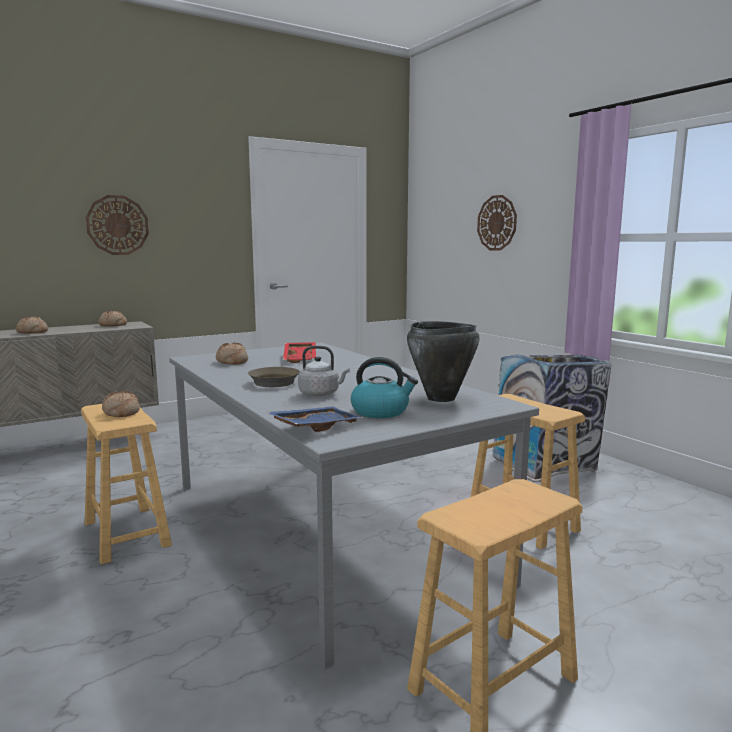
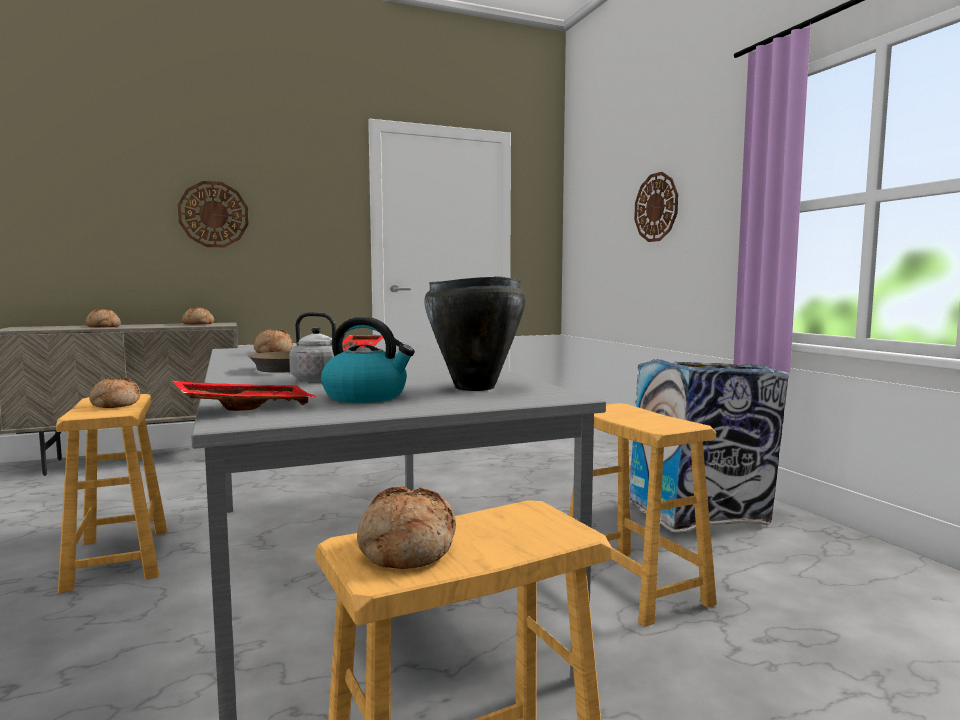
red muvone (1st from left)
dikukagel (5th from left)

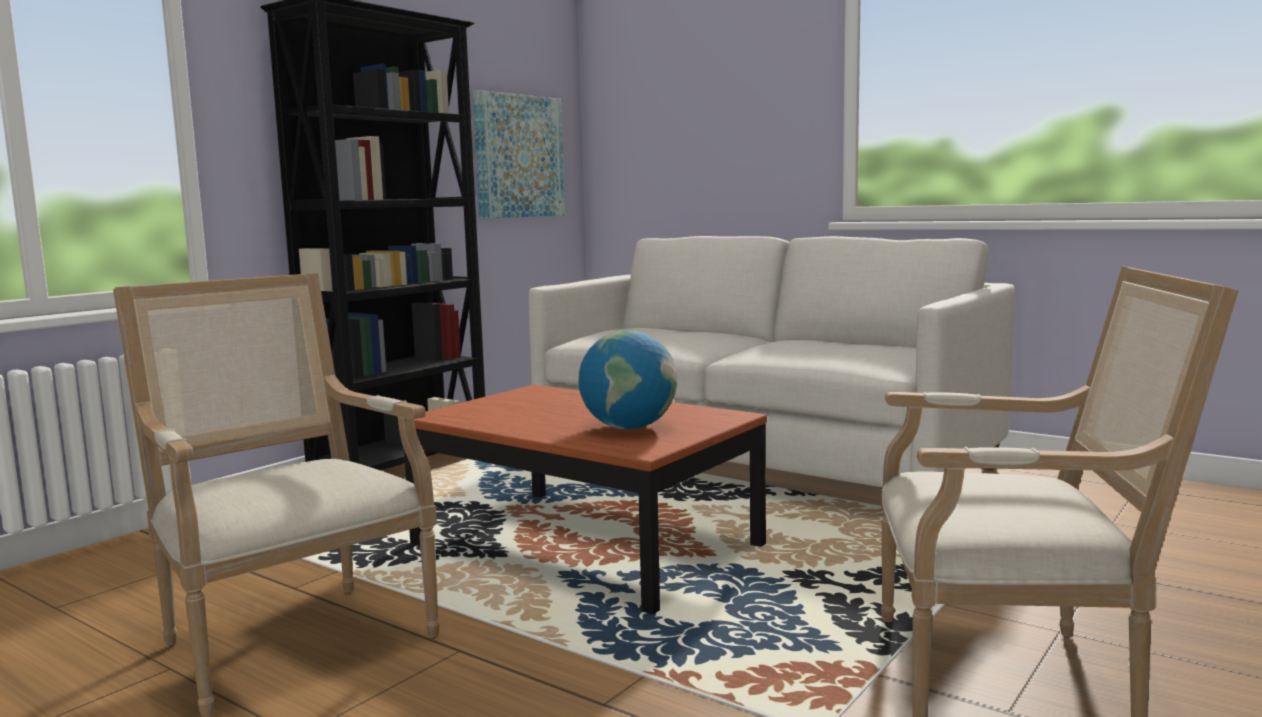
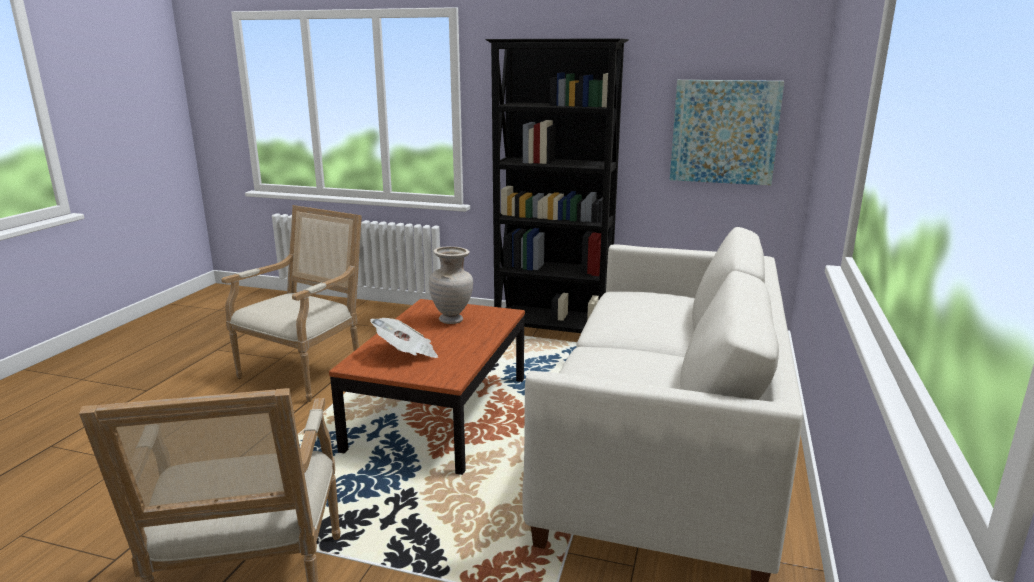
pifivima
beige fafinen

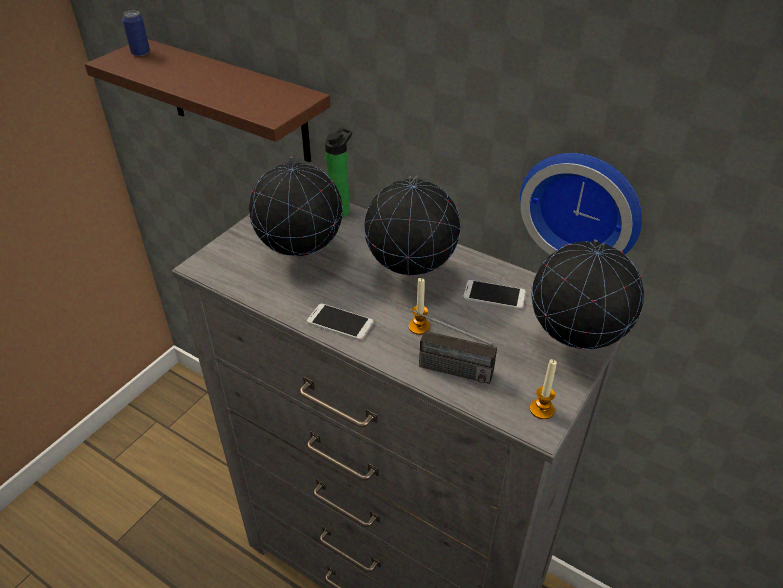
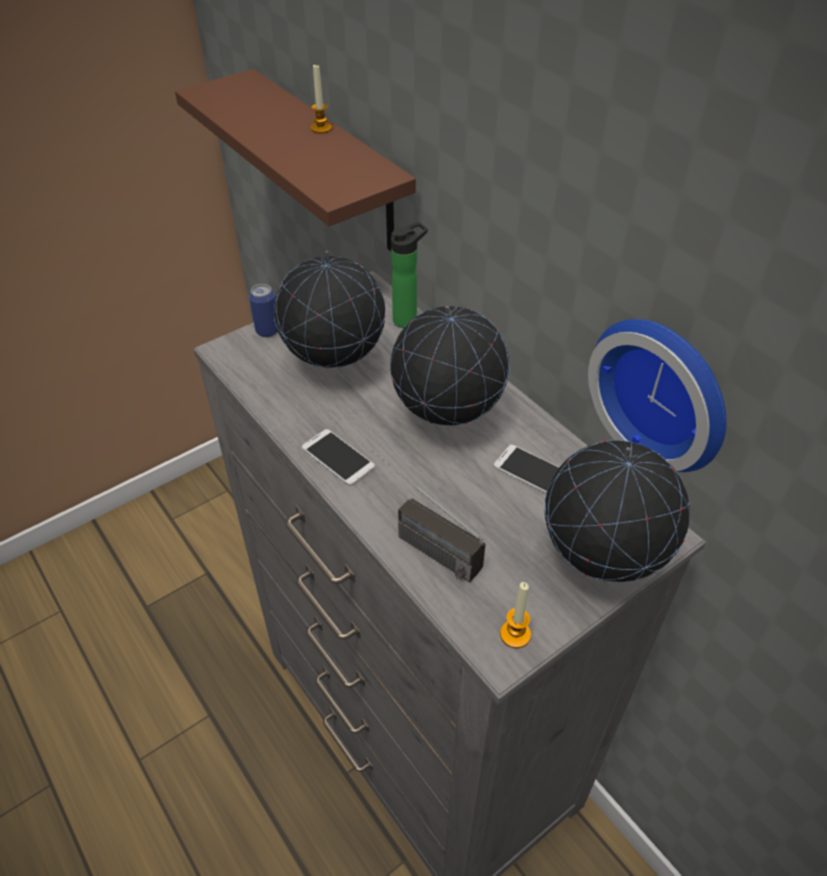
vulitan
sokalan (1st from left)

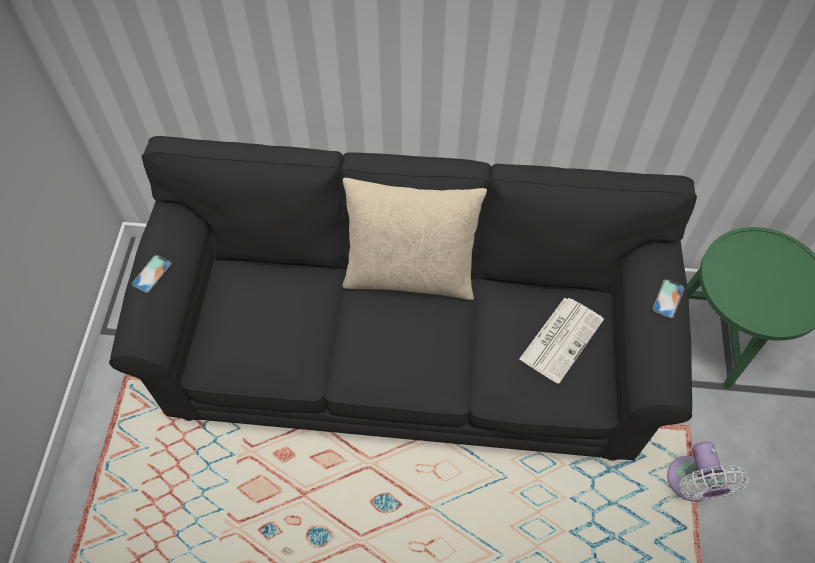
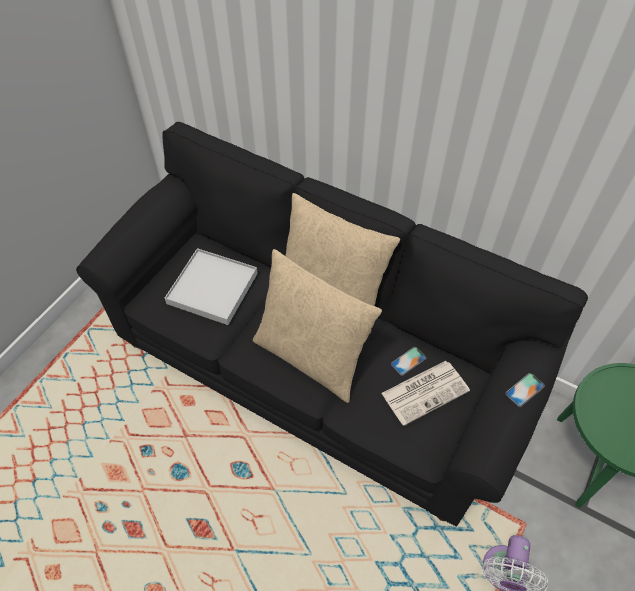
white muvone
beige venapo (1st from left)
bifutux (1st from left)

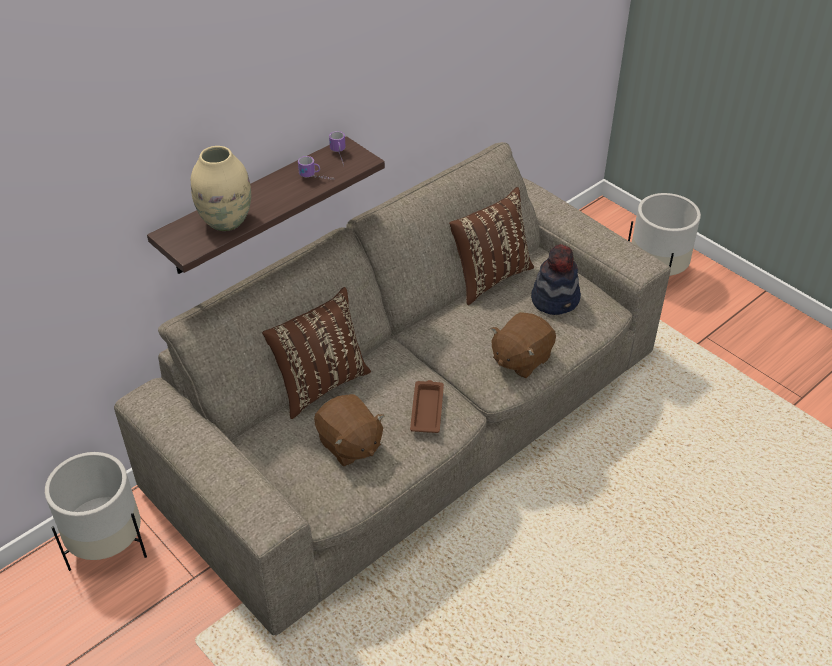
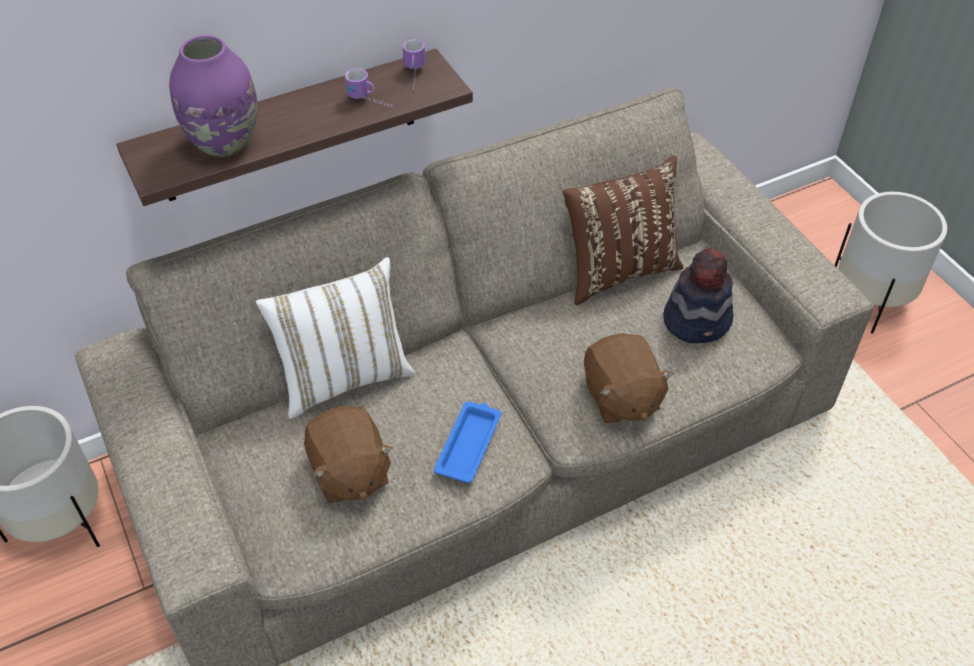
purple fafinen
white venapo
blue muvone
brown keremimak (2nd from left)

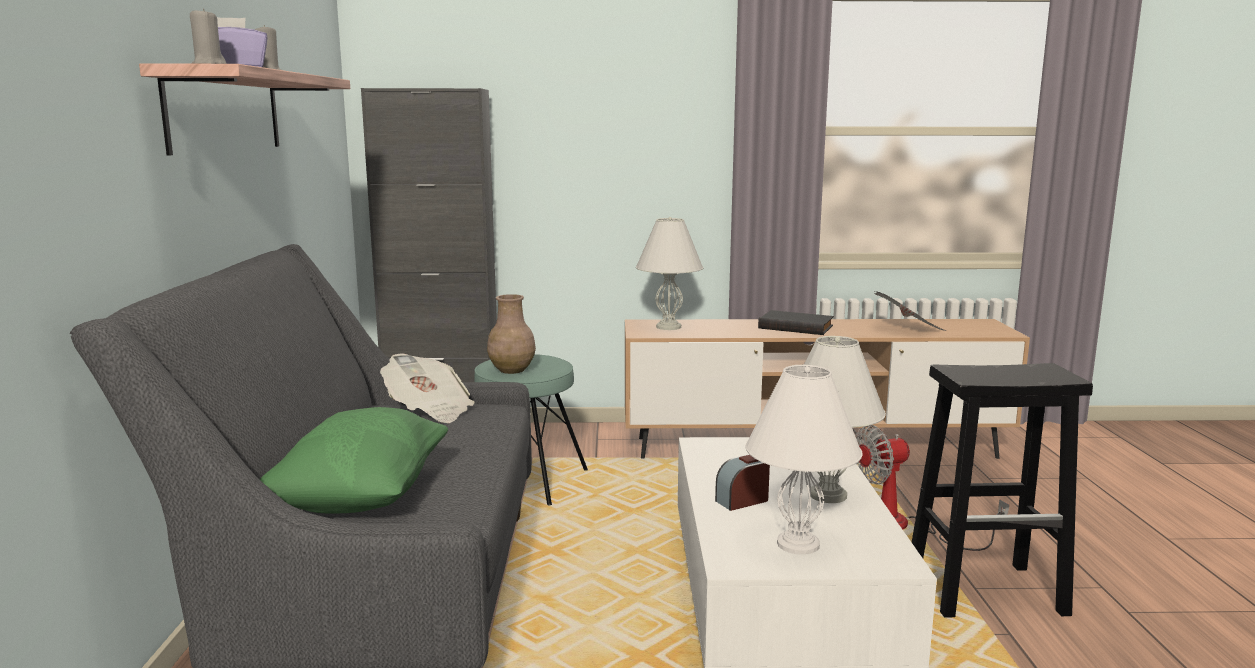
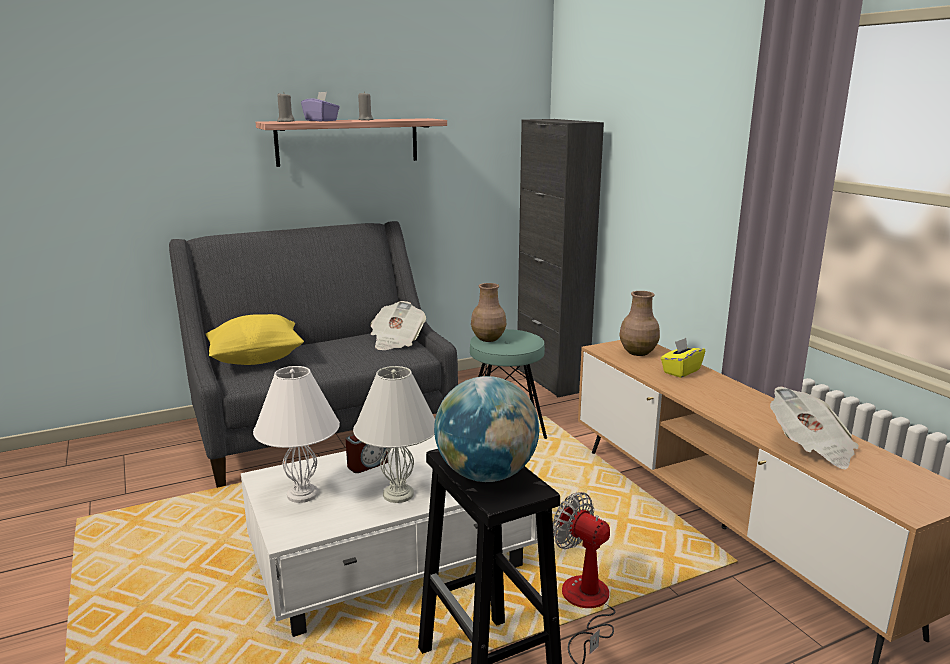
yellow venapo
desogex
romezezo
brown fafinen (2nd from left)
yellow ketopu
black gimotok

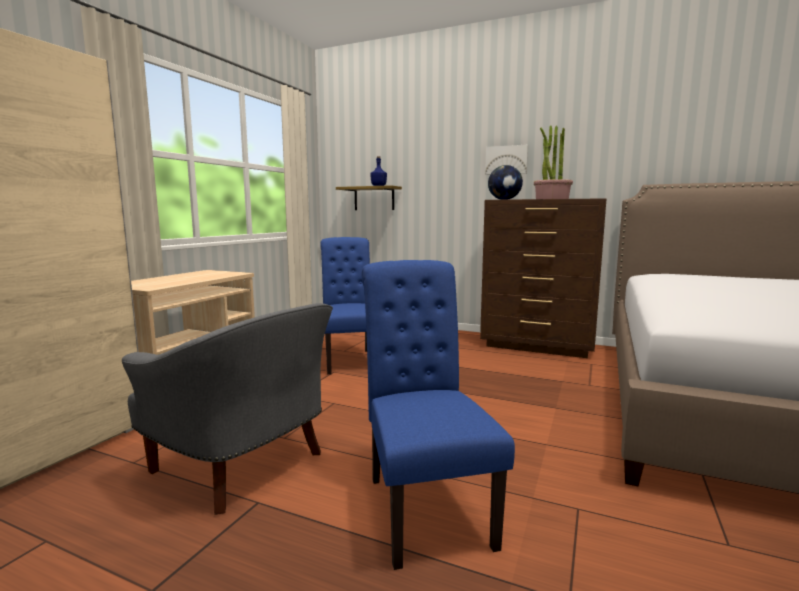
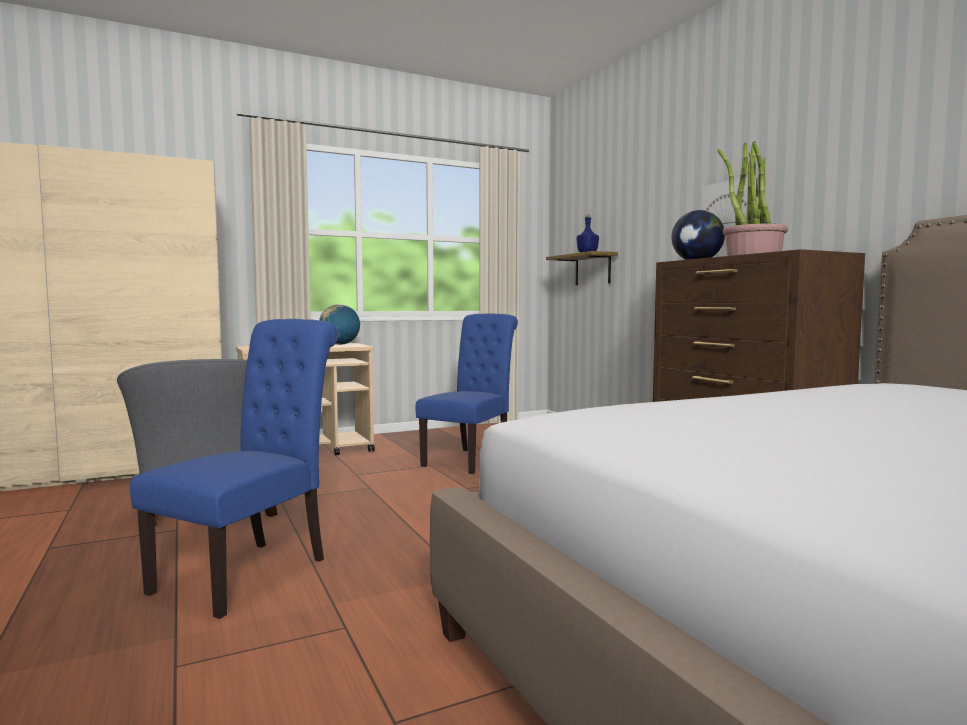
romezezo (1st from left)

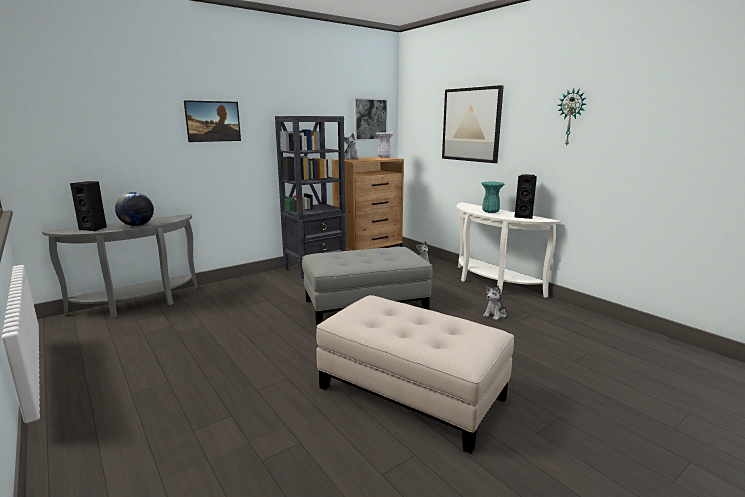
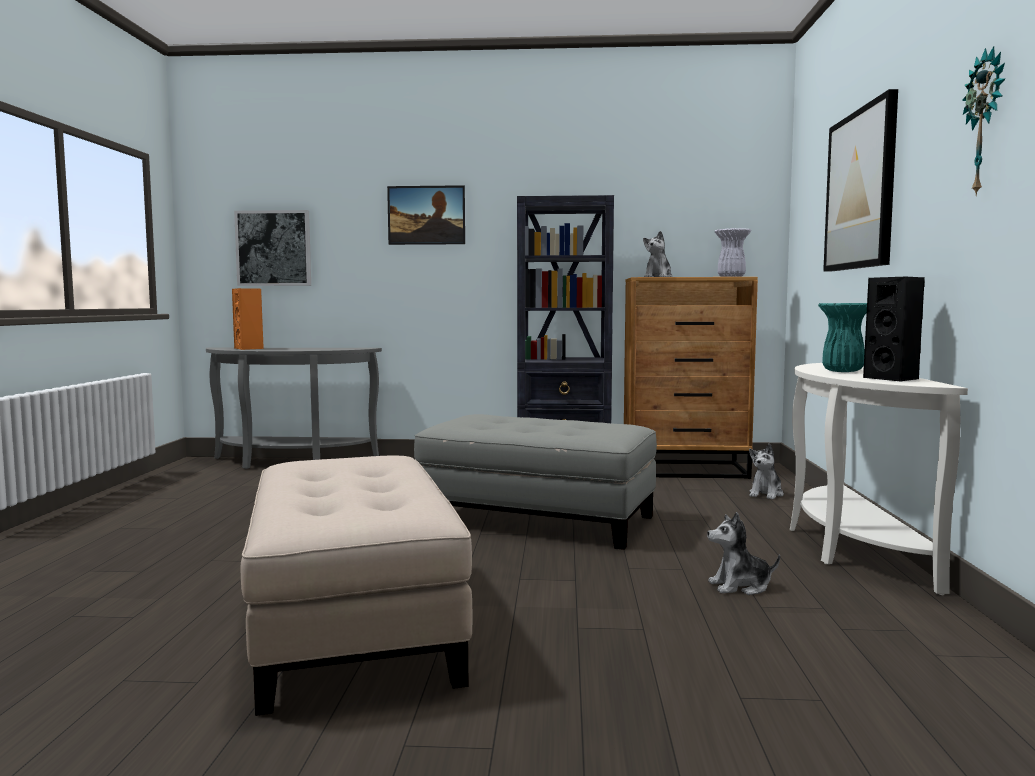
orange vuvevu
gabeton (1st from left)
romezezo

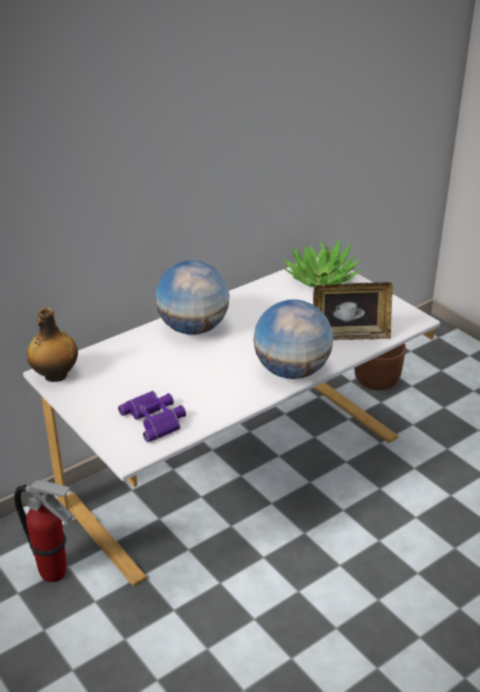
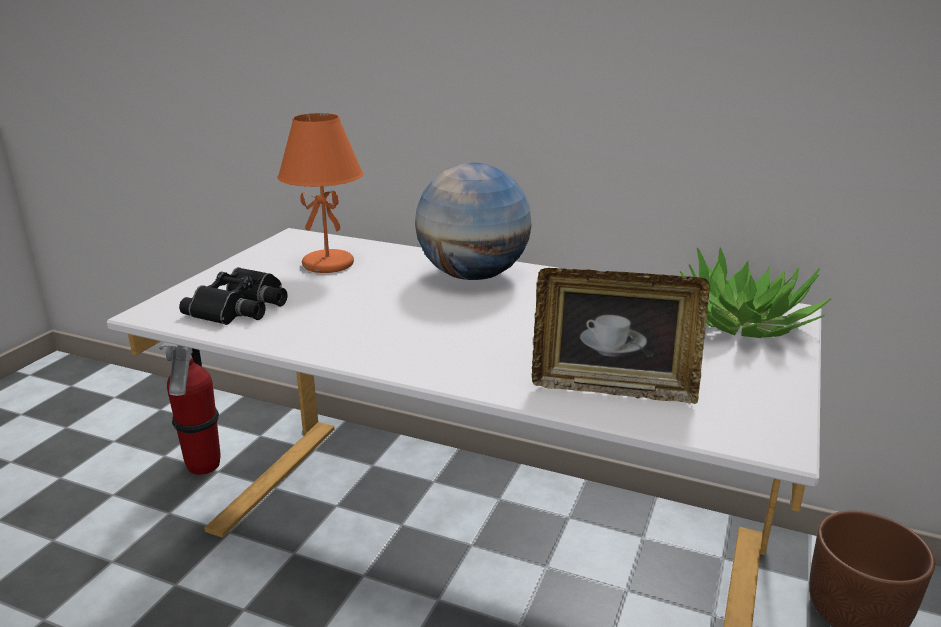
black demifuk
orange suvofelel
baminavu
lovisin
romezezo (2nd from left in the first image)

